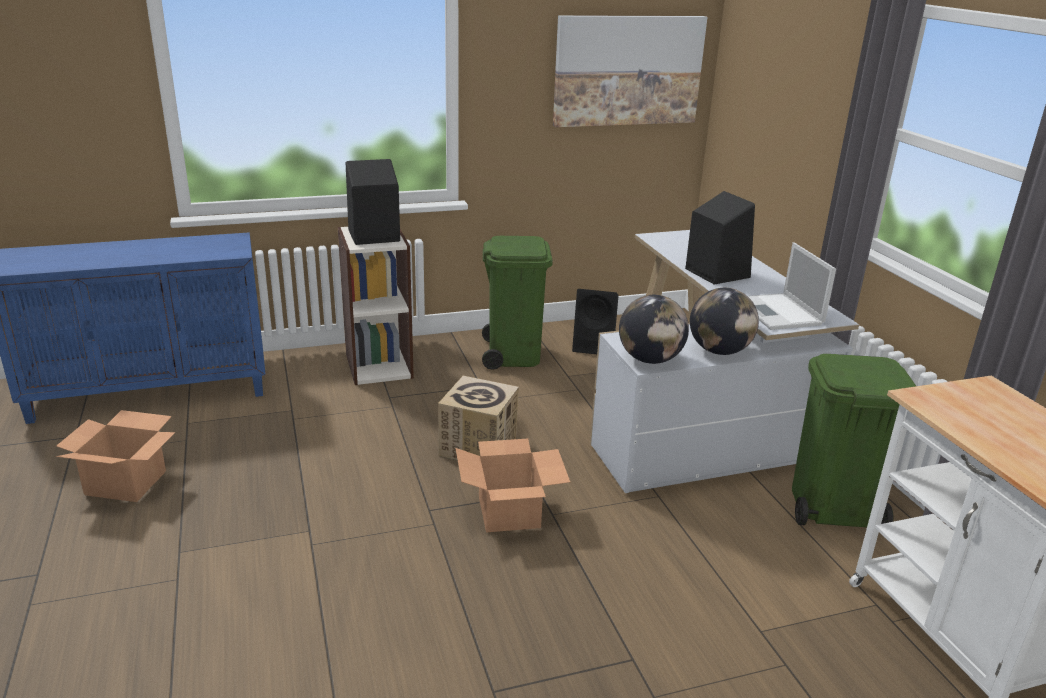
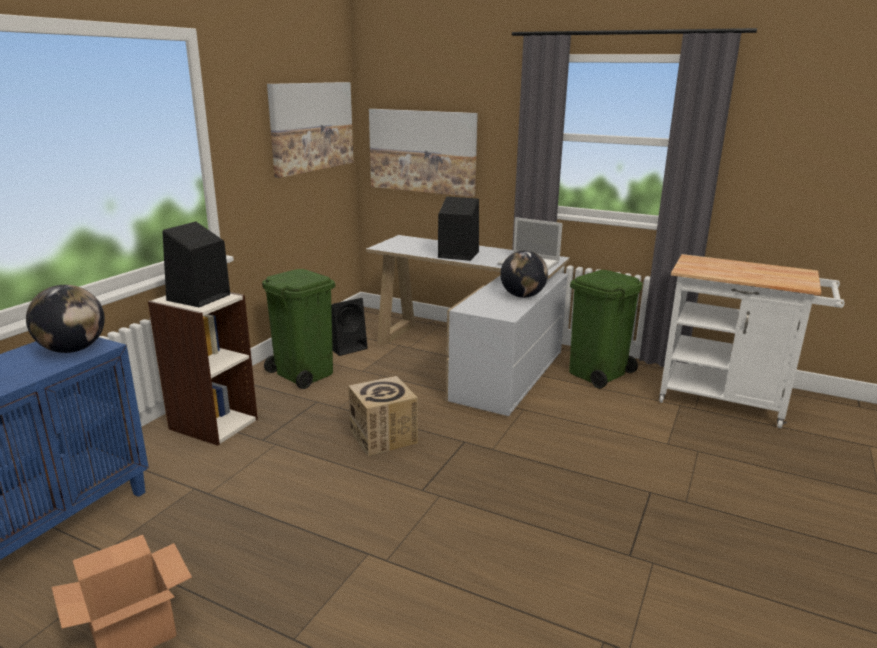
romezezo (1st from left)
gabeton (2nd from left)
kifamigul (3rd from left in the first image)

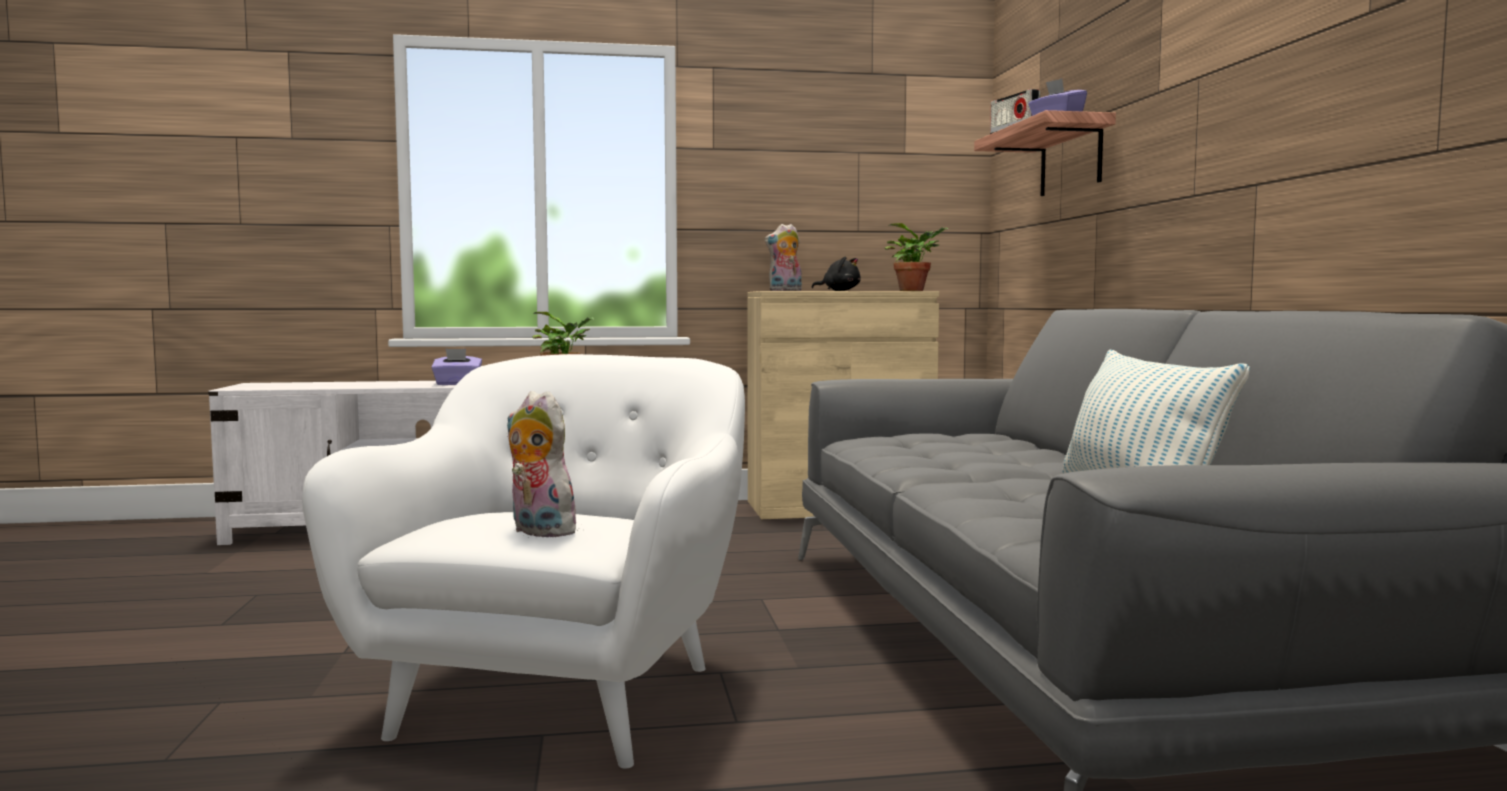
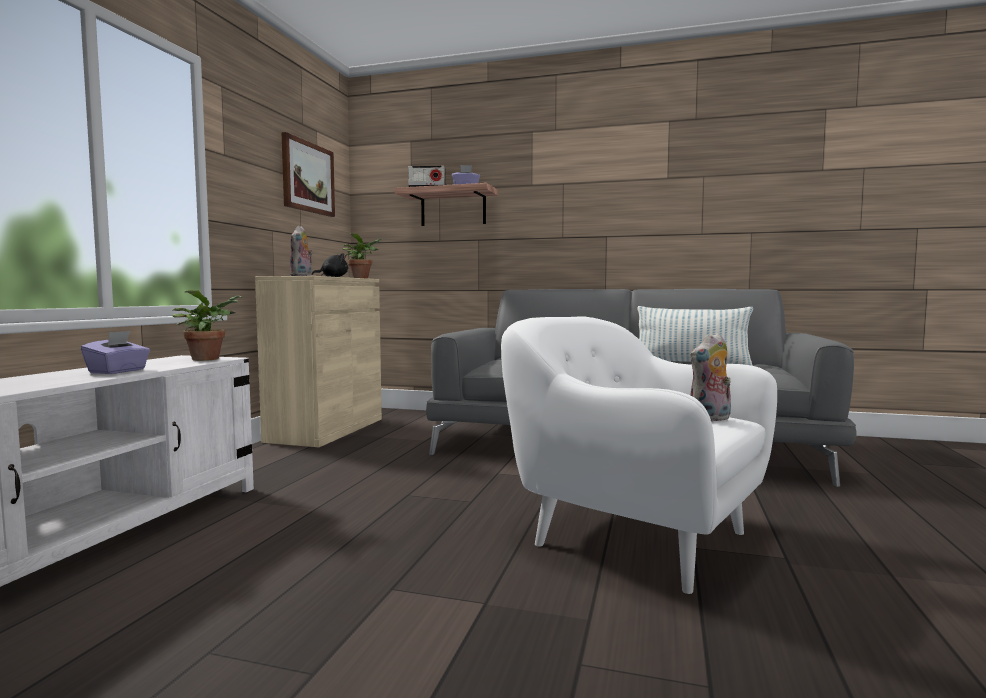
gabeton

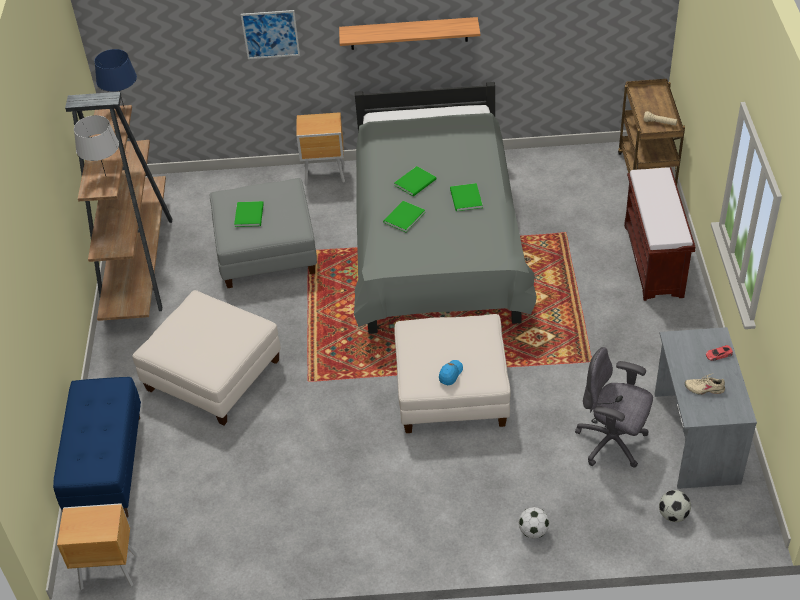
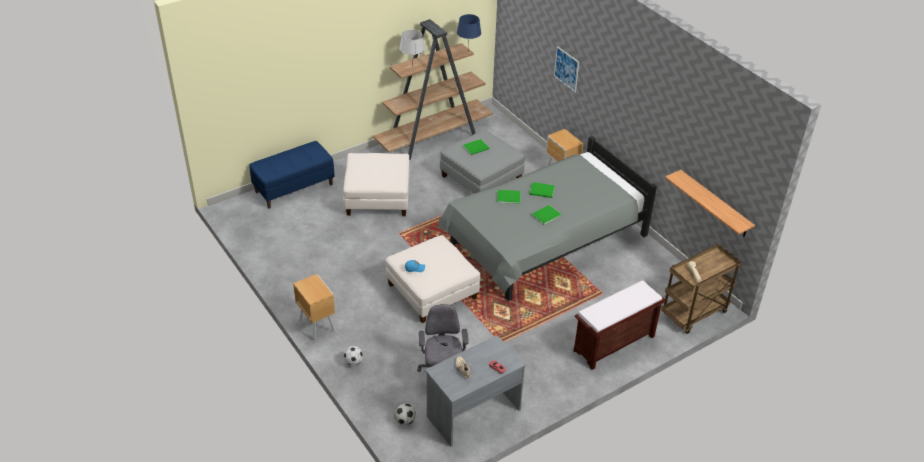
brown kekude (1st from left)
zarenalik

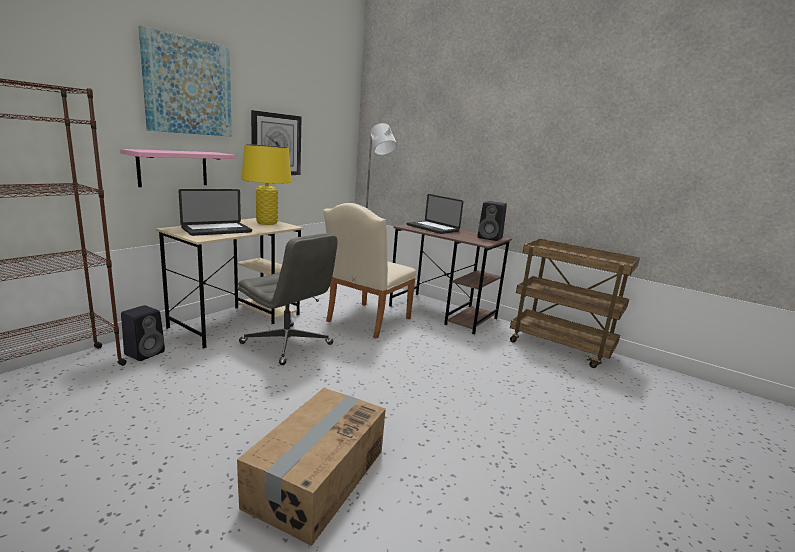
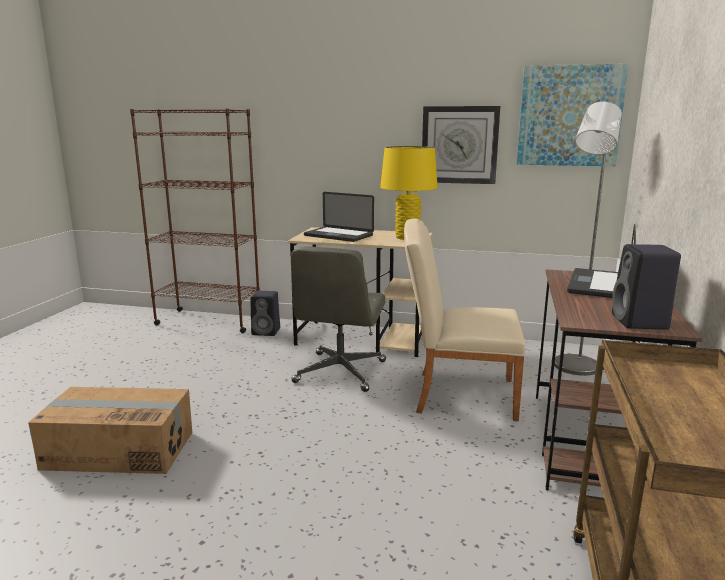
gabeton
pink zarenalik

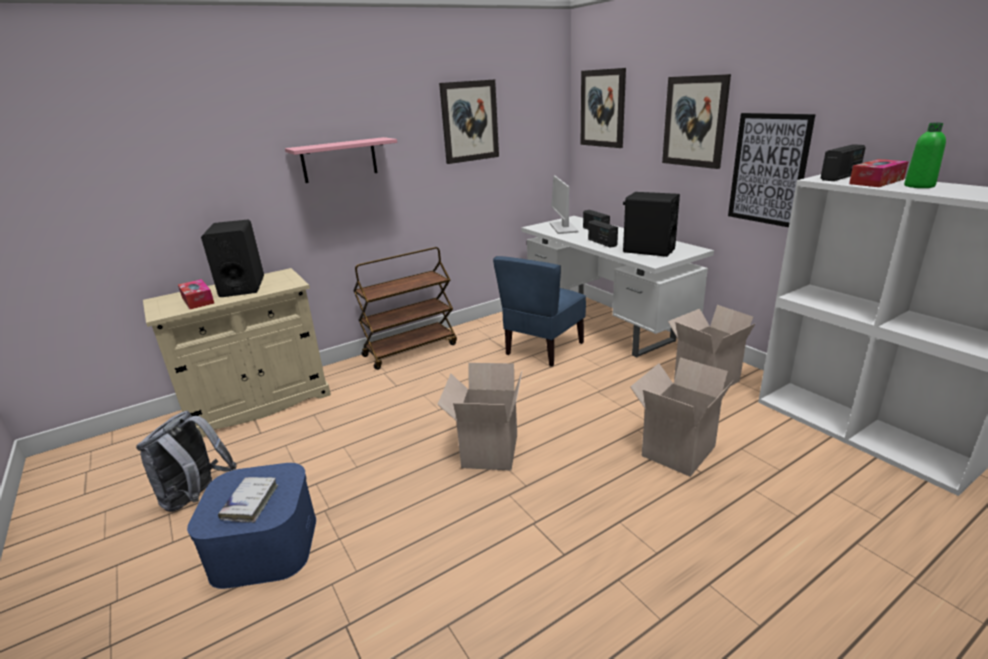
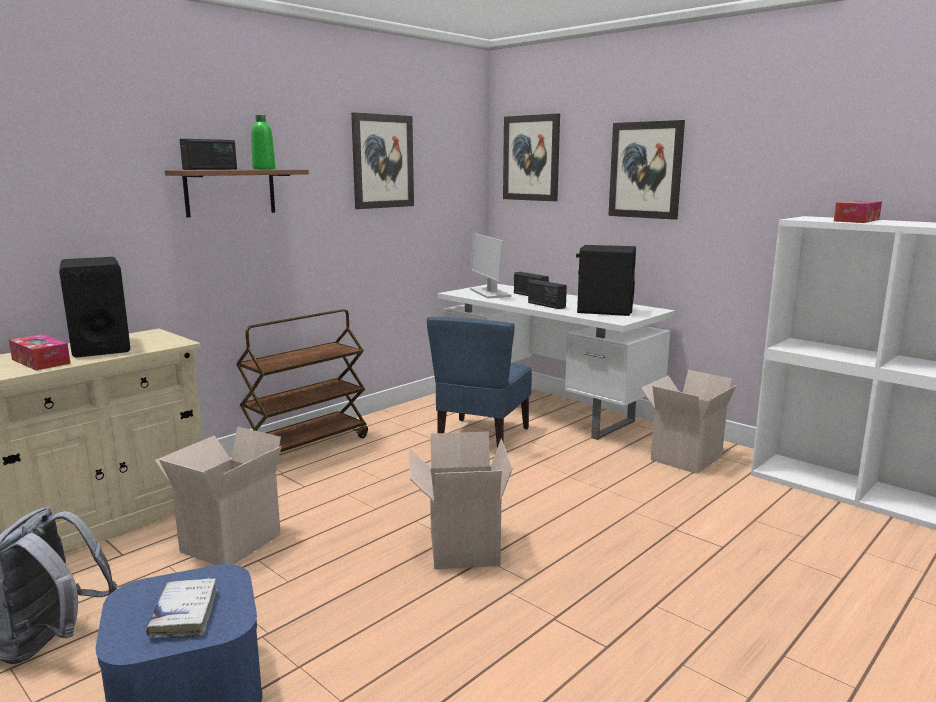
kifamigul (1st from left)
brown zarenalik
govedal (1st from left)
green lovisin
gabeton (4th from left in the first image)

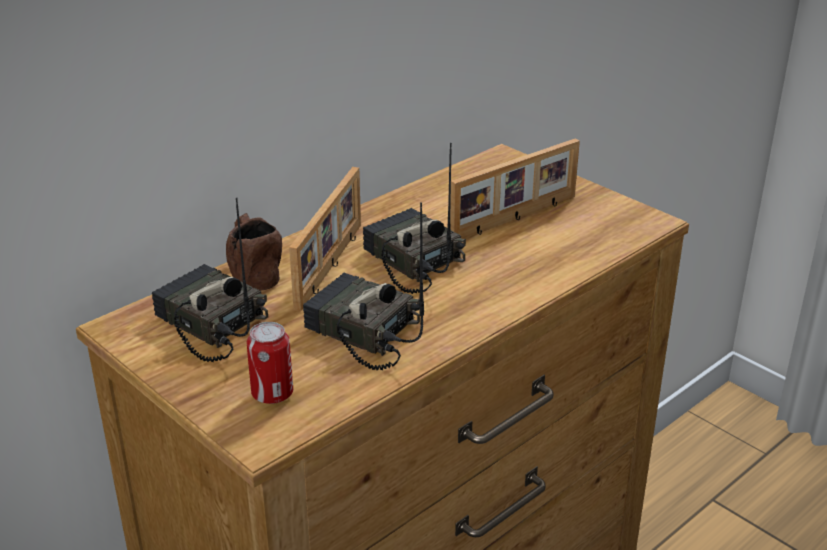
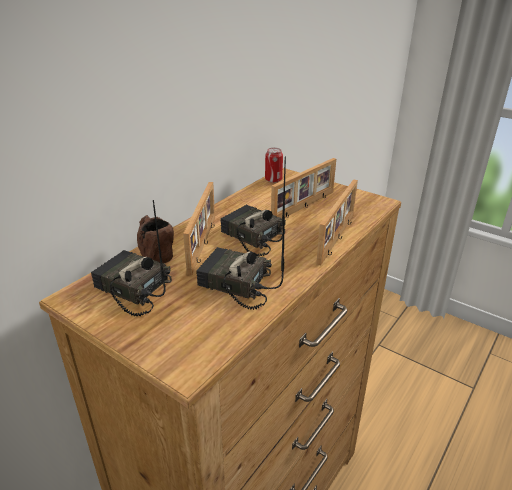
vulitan
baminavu (3rd from left)

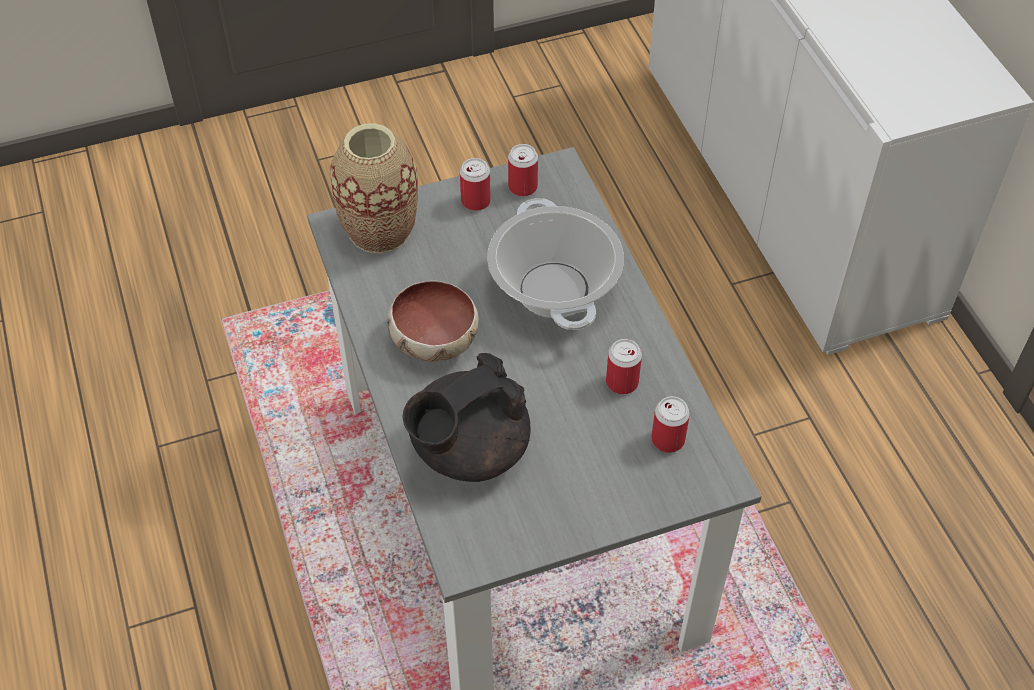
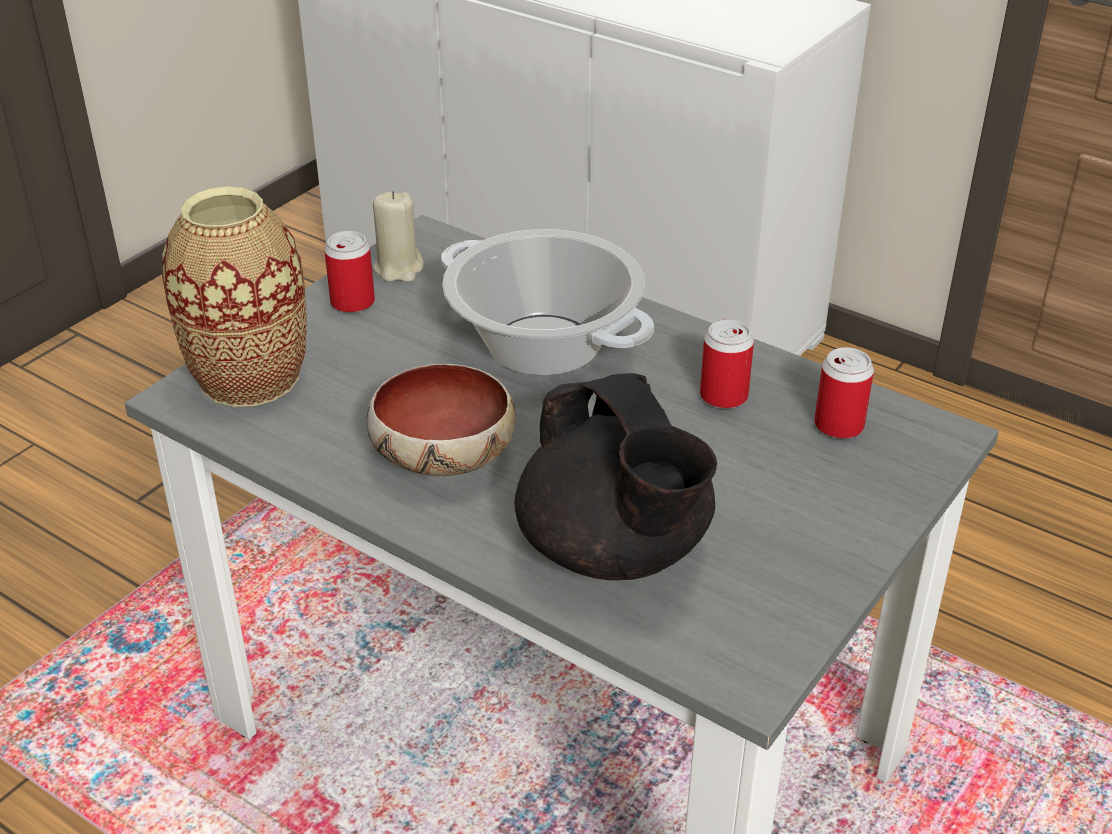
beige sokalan
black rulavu

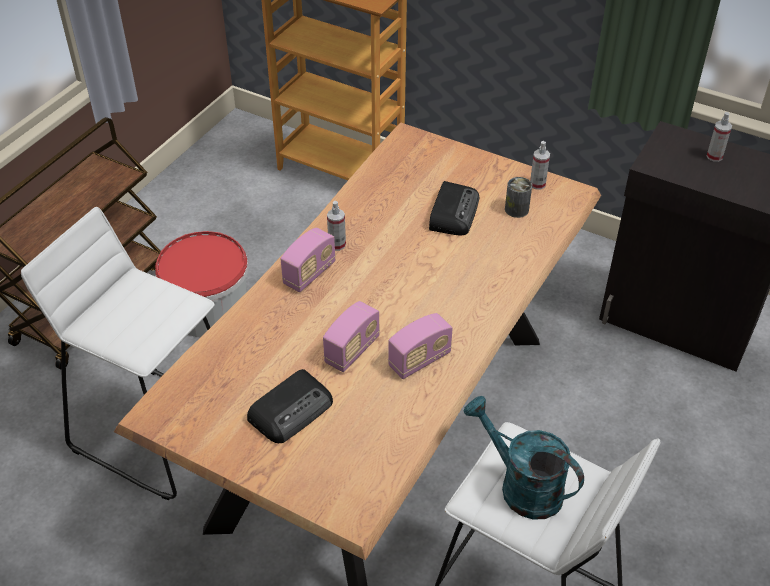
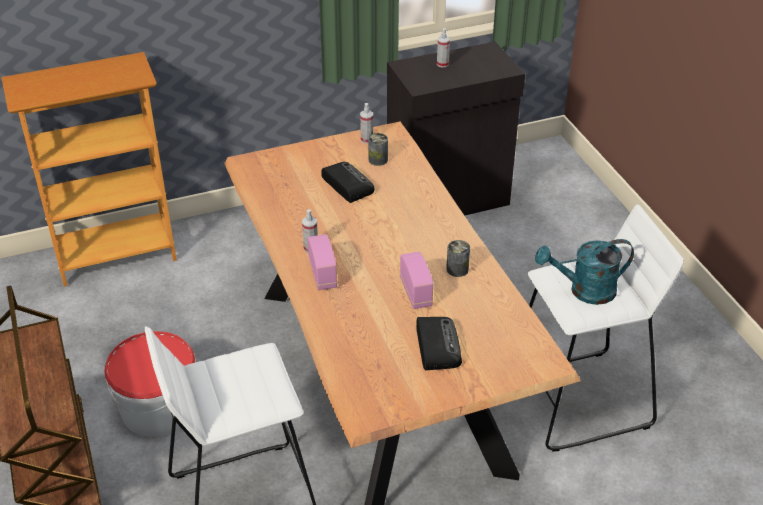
vulitan (2nd from left)

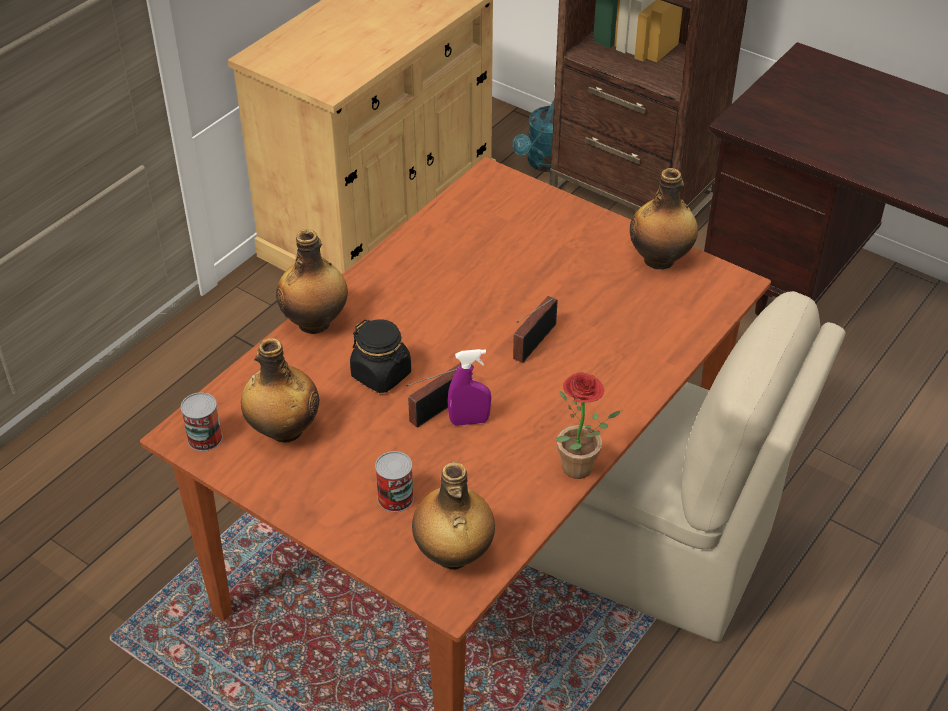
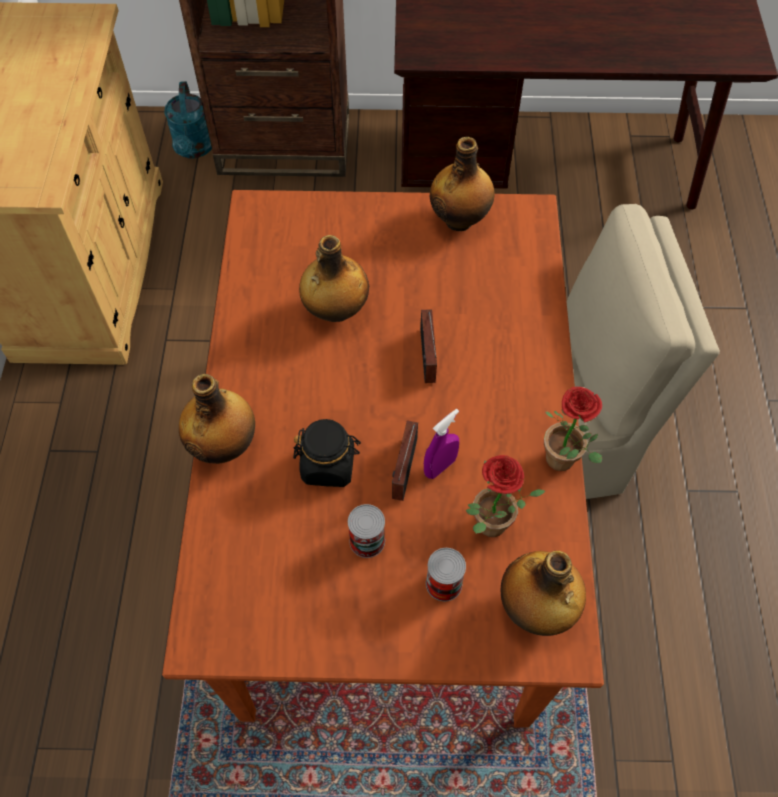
lovisin (2nd from left)
vulitan (1st from left)
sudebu (1st from left)

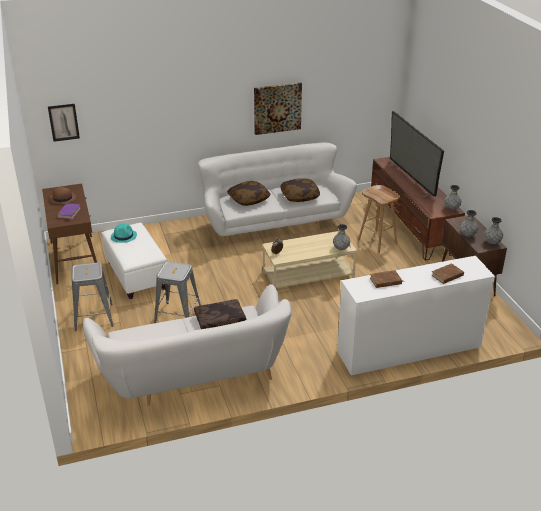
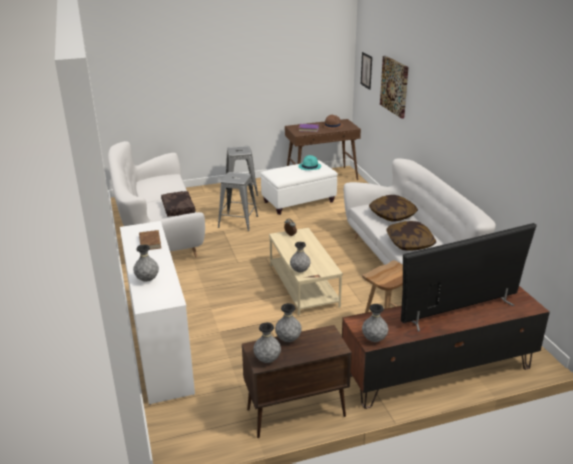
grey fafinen (1st from left)
gabeton (2nd from left)

